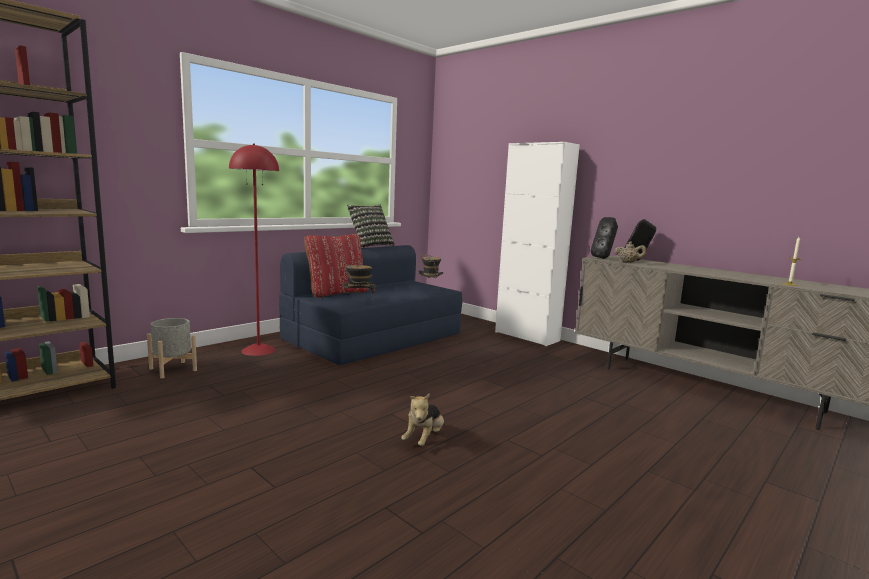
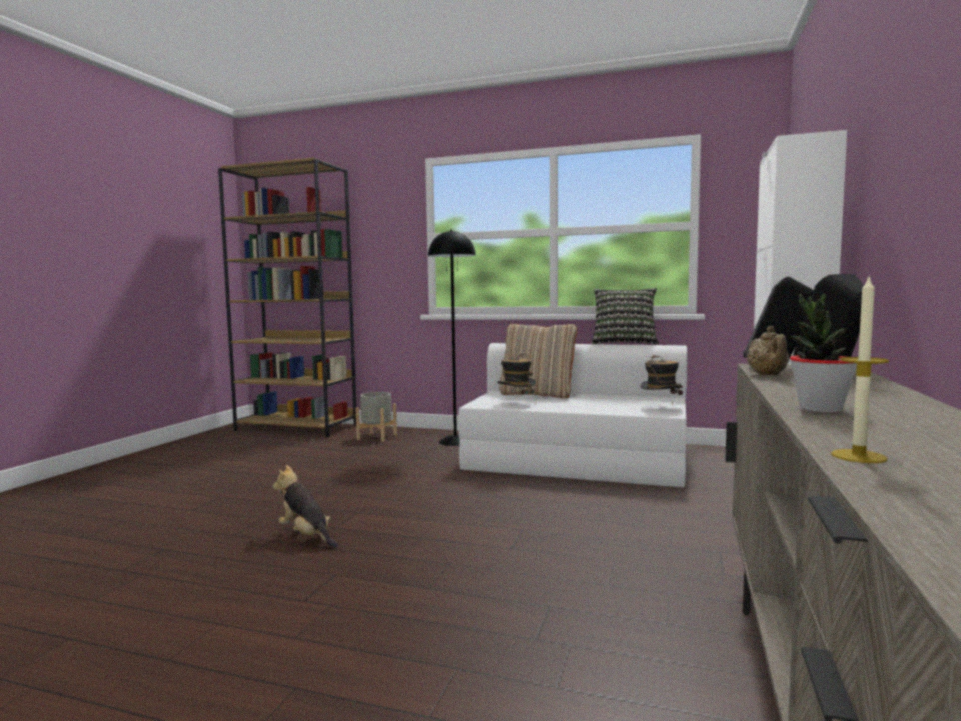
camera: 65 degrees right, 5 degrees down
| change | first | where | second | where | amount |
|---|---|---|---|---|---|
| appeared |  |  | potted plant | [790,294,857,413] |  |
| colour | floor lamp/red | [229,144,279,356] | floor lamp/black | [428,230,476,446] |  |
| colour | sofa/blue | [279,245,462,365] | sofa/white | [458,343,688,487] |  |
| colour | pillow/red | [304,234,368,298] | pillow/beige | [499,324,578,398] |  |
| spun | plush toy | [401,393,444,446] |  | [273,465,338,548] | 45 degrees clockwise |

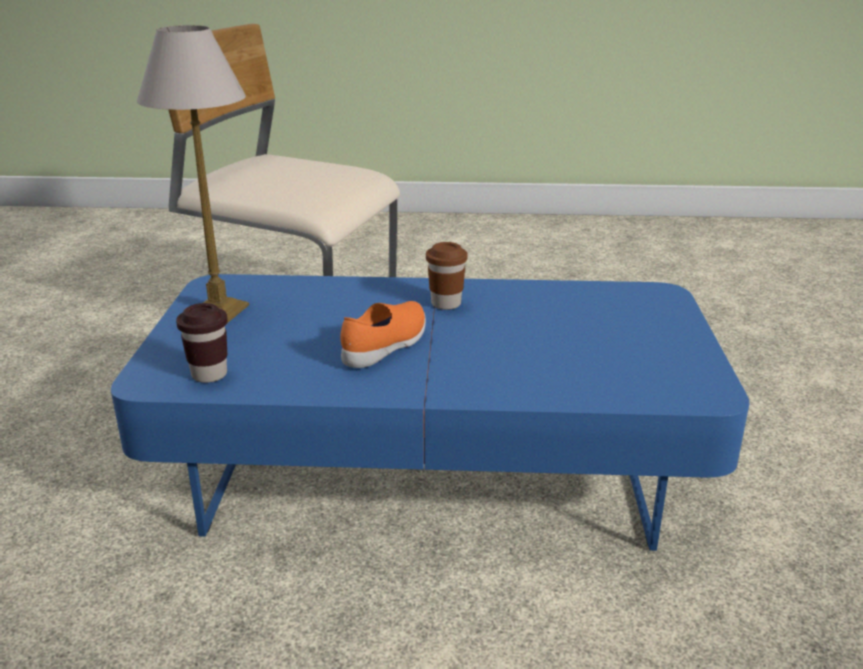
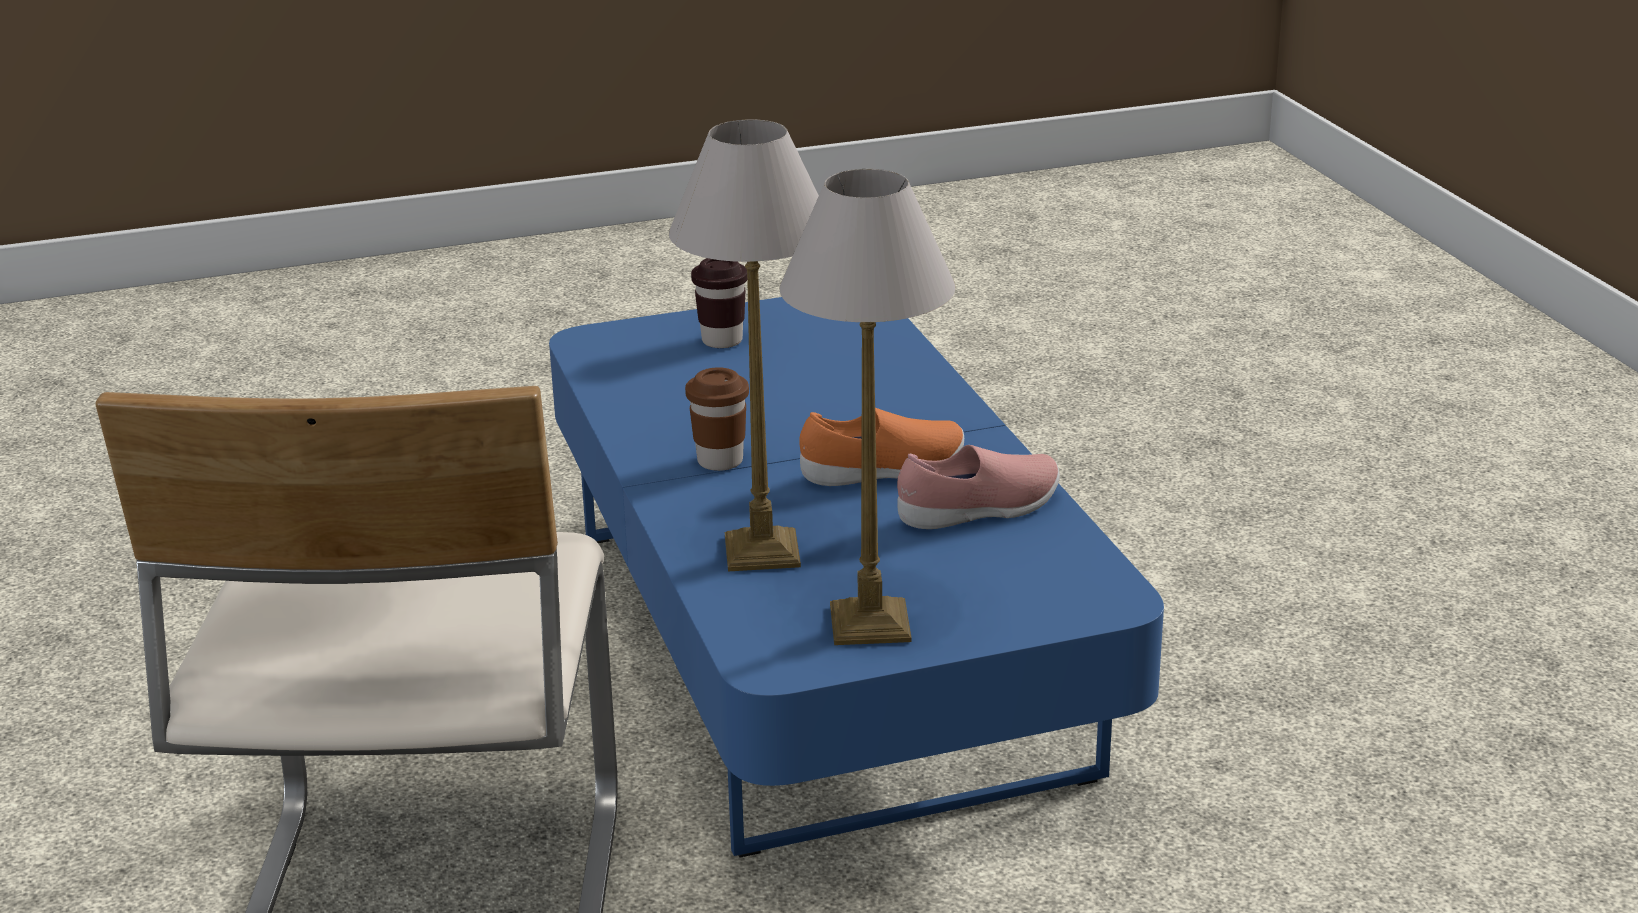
camera: 110 degrees left, 0 degrees up
| change | first | where | second | where | amount |
|---|---|---|---|---|---|
| appeared |  |  | table lamp | [669,119,819,571] |  |
| appeared |  |  | shoe/pink | [897,445,1060,529] |  |
| relocated | cup/brown | [176,303,228,383] |  | [691,258,747,348] |  |
| spun | shoe/orange | [340,301,426,368] |  | [799,408,964,486] | 150 degrees clockwise |

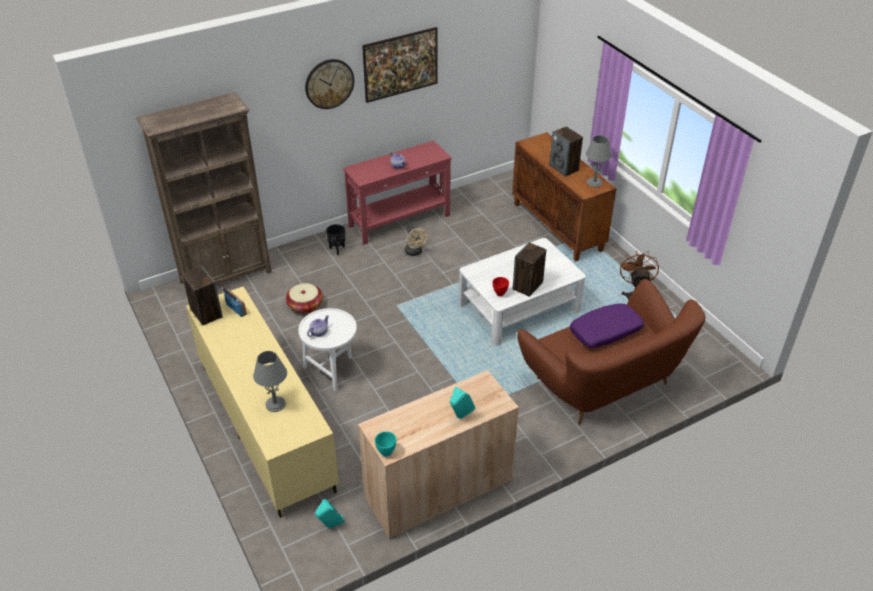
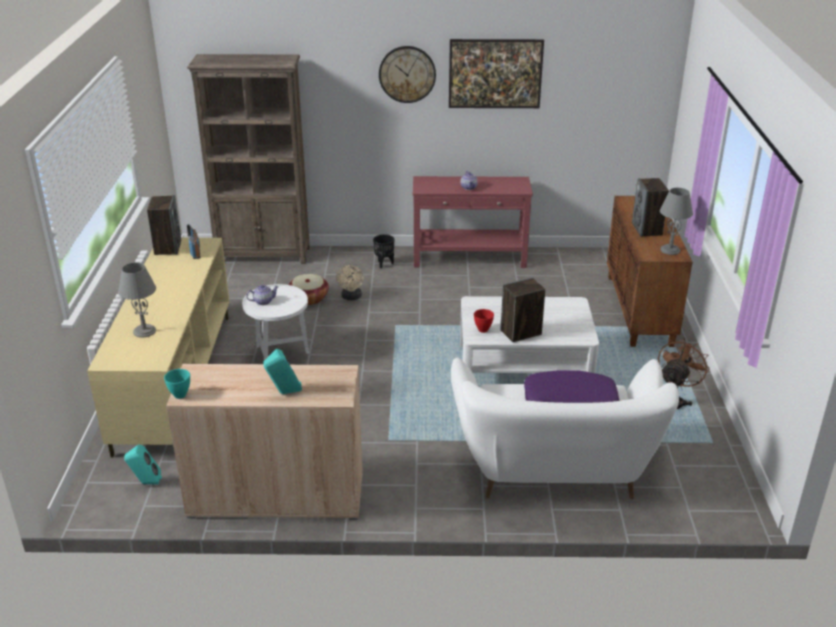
camera: 30 degrees right, 10 degrees down
| change | first | where | second | where | amount |
|---|---|---|---|---|---|
| relocated | fan/beige | [405,227,428,256] |  | [336,265,364,300] |  |
| colour | sofa/brown | [517,279,705,425] | sofa/white | [451,358,679,499] |  |

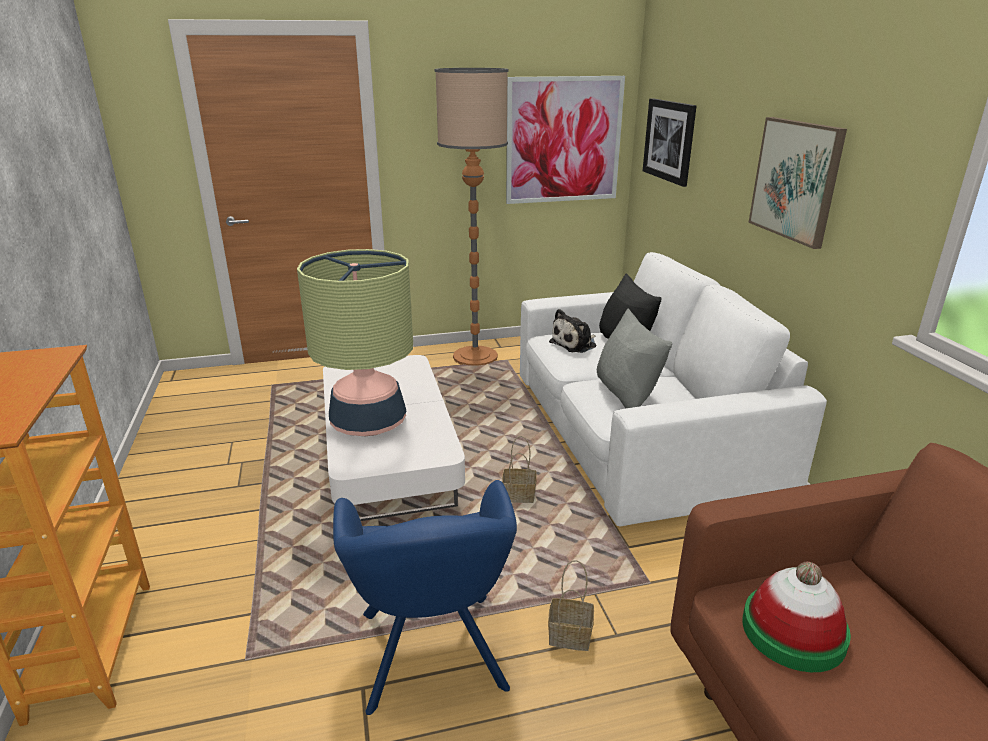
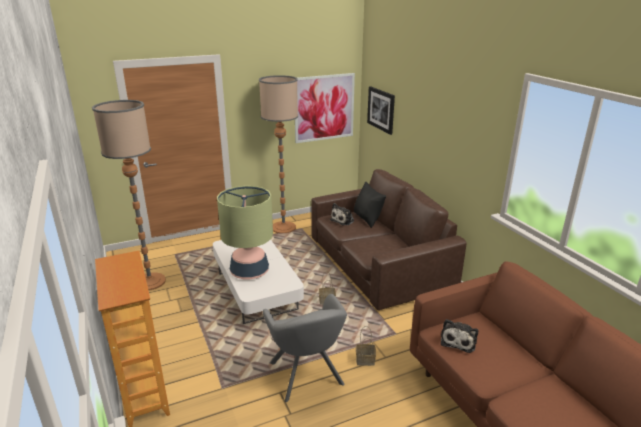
camera: 10 degrees left, 0 degrees up
| change | first | where | second | where | amount |
|---|---|---|---|---|---|
| missing | pillow/grey | [597,309,672,408] |  |  |  |
| missing | picture | [749,117,847,249] |  |  |  |
| appeared |  |  | floor lamp | [92,100,166,291] |  |
| exchanged | hat | [742,562,851,672] | plush toy | [441,319,478,353] |  |
| colour | armchair/blue | [333,480,517,715] | armchair/grey | [263,294,347,402] |  |
| colour | sofa/white | [520,252,827,526] | sofa/brown | [311,169,467,310] |  |

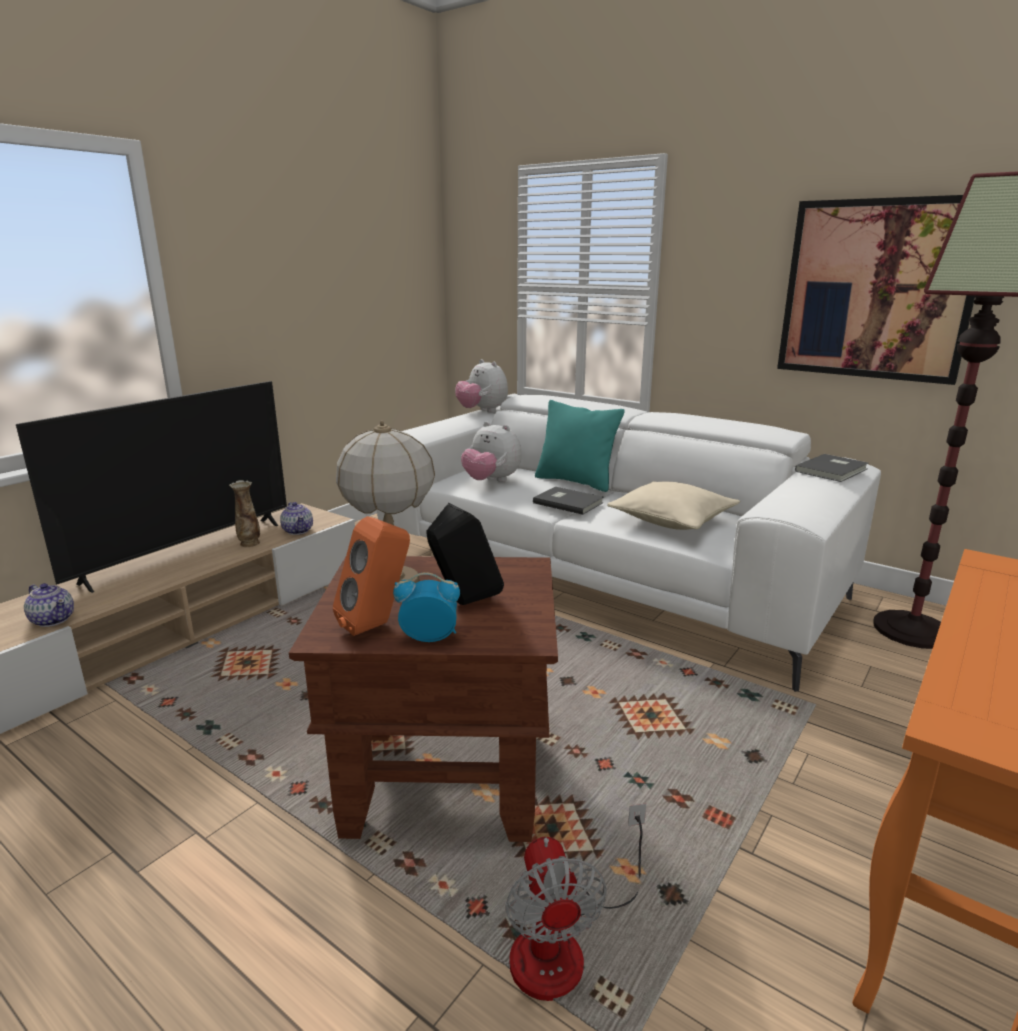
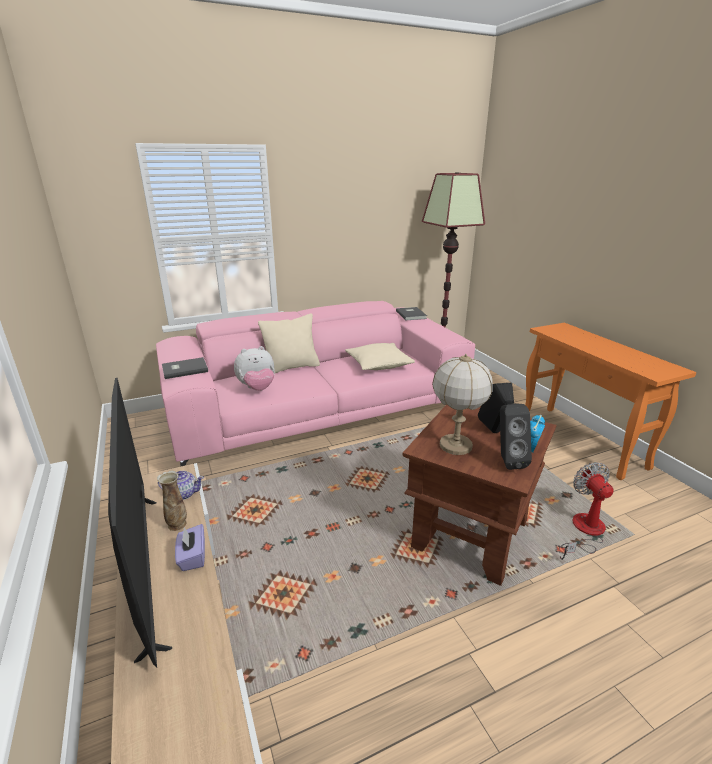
camera: 60 degrees left, 5 degrees up
| change | first | where | second | where | amount |
|---|---|---|---|---|---|
| missing | teapot | [24,583,74,627] |  |  |  |
| missing | plush toy | [455,359,508,412] |  |  |  |
| missing | picture | [777,195,975,385] |  |  |  |
| appeared |  |  | tissue box/purple | [175,524,205,571] |  |
| relocated | book/grey | [533,487,604,515] |  | [162,357,208,379] |  |
| colour | speaker/orange | [333,516,410,636] | speaker/black | [500,404,532,470] |  |
| colour | sofa/white | [377,395,881,692] | sofa/pink | [156,301,475,466] |  |
| colour | pillow/turquoise | [535,400,625,492] | pillow/beige | [258,313,320,373] |  |
| spun | fan | [506,803,646,1001] |  | [559,462,614,560] | 120 degrees counterclockwise |

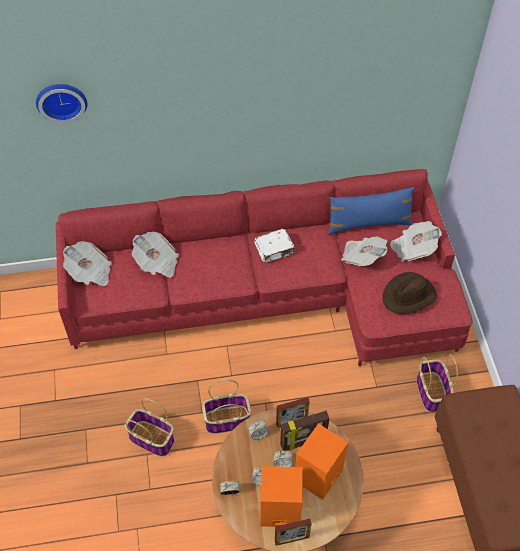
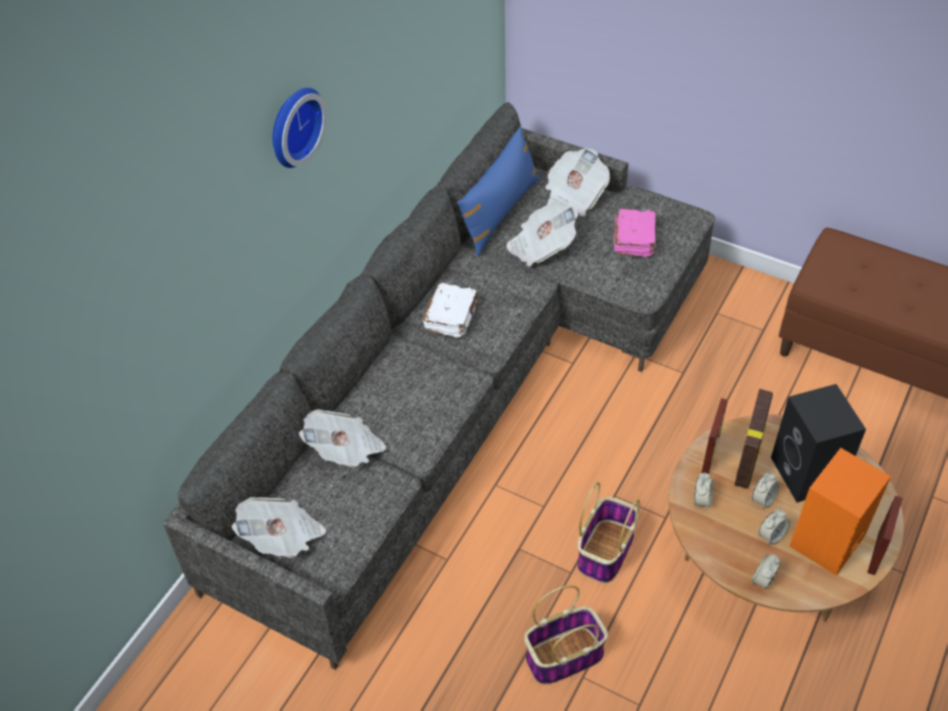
camera: 50 degrees left, 5 degrees down
| change | first | where | second | where | amount |
|---|---|---|---|---|---|
| missing | basket | [417,354,458,412] |  |  |  |
| relocated | wall clock | [36,84,87,123] |  | [273,88,327,168] |  |
| exchanged | hat/brown | [382,272,437,314] | book/pink | [614,209,656,257] |  |
| colour | sofa/red | [56,169,473,366] | sofa/grey | [163,102,715,670] |  |
| colour | speaker/orange | [295,423,348,500] | speaker/black | [771,384,866,502] |  |

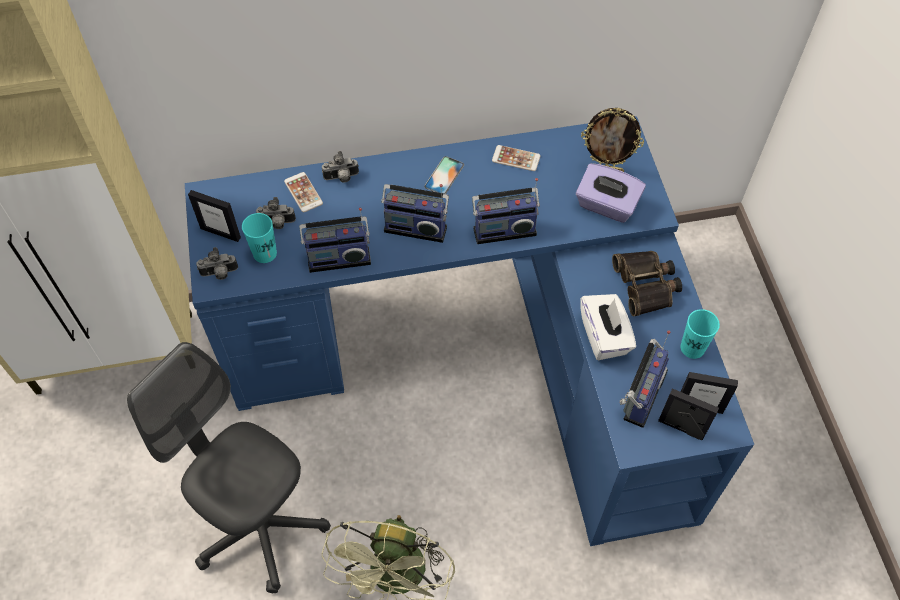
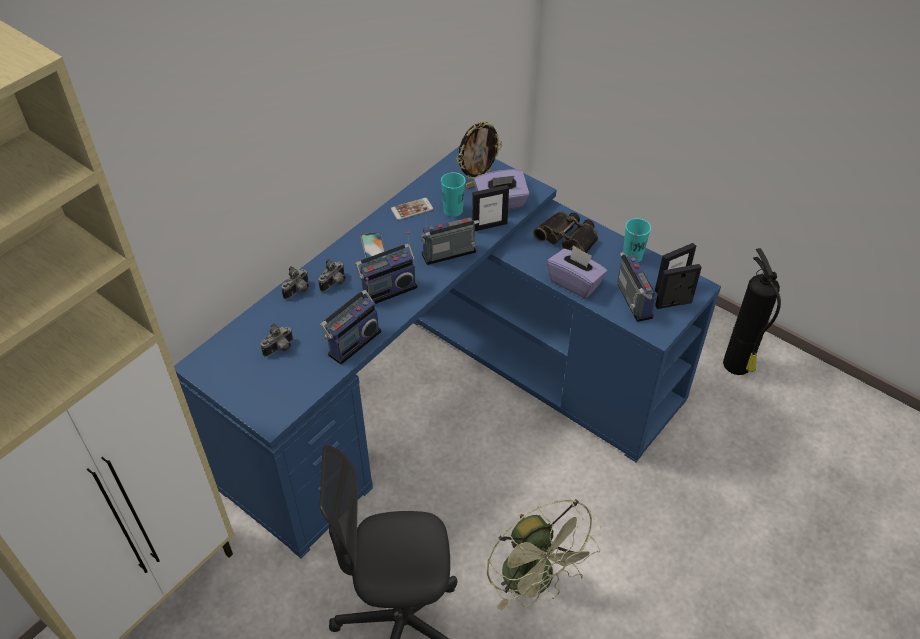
camera: 40 degrees left, 10 degrees down
| change | first | where | second | where | amount |
|---|---|---|---|---|---|
| missing | phone | [284,172,323,212] |  |  |  |
| appeared |  |  | fire extinguisher | [723,248,781,375] |  |
| relocated | picture frame | [188,190,241,242] |  | [472,185,509,231] |  |
| relocated | photo camera | [196,247,238,280] |  | [318,259,346,292] |  |
| relocated | cup/turquoise | [242,213,277,263] |  | [441,172,465,217] |  |
| colour | tissue box/white | [580,294,636,360] | tissue box/purple | [547,245,607,299] |  |
| spun | radio | [472,178,540,244] |  | [421,207,479,265] | 150 degrees counterclockwise |

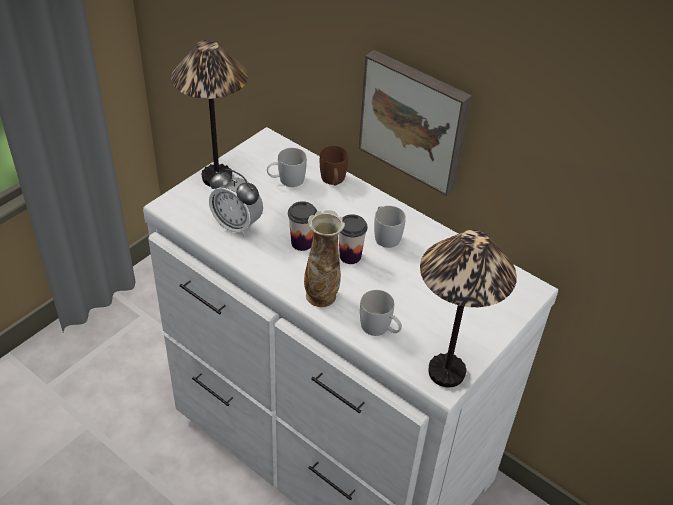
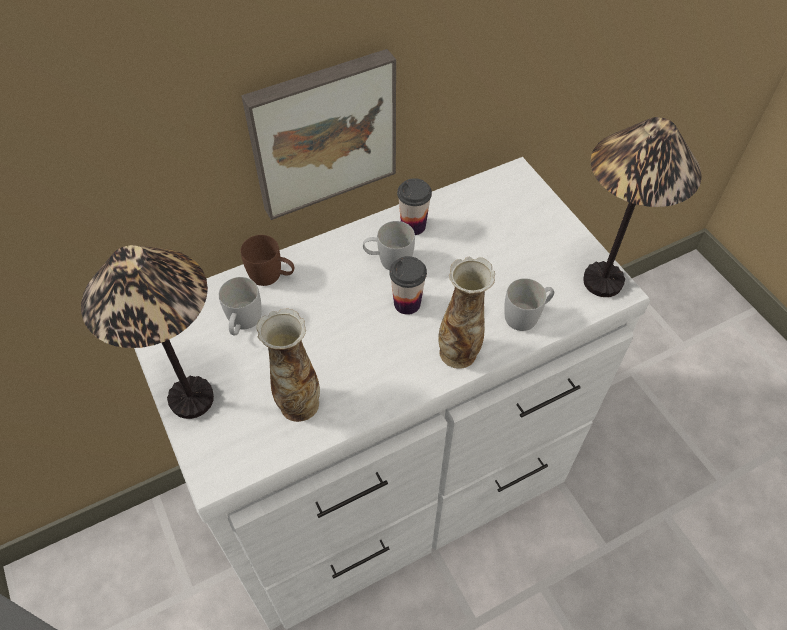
camera: 65 degrees left, 10 degrees up
| change | first | where | second | where | amount |
|---|---|---|---|---|---|
| relocated | cup | [288,201,317,251] |  | [397,178,432,235] |  |
| exchanged | alarm clock | [209,169,263,236] | vase | [256,308,320,422] |  |

